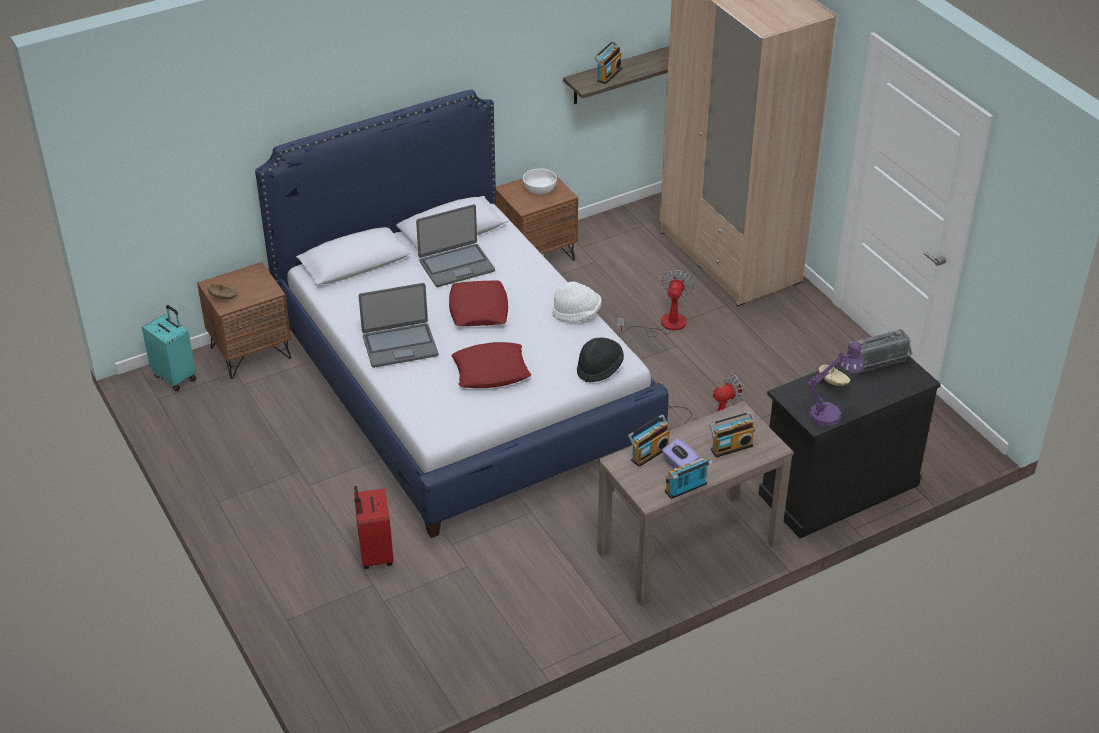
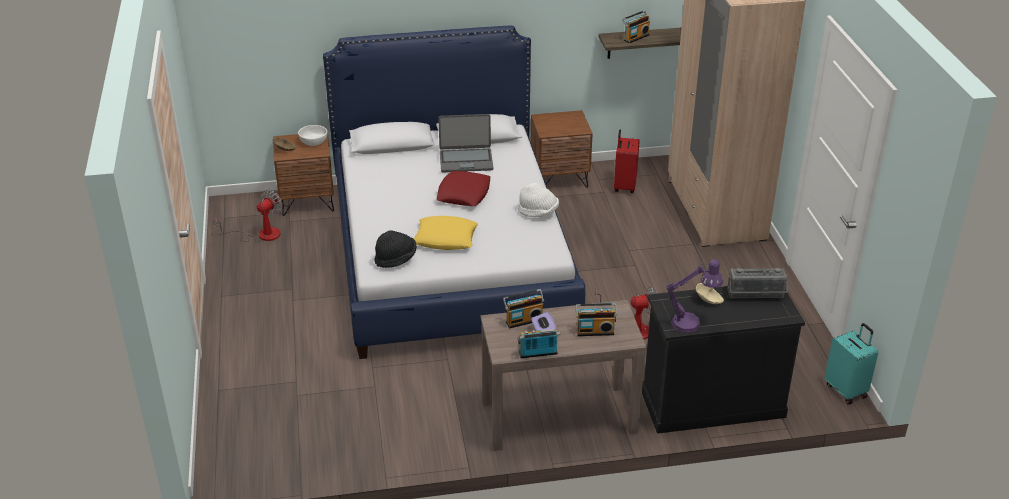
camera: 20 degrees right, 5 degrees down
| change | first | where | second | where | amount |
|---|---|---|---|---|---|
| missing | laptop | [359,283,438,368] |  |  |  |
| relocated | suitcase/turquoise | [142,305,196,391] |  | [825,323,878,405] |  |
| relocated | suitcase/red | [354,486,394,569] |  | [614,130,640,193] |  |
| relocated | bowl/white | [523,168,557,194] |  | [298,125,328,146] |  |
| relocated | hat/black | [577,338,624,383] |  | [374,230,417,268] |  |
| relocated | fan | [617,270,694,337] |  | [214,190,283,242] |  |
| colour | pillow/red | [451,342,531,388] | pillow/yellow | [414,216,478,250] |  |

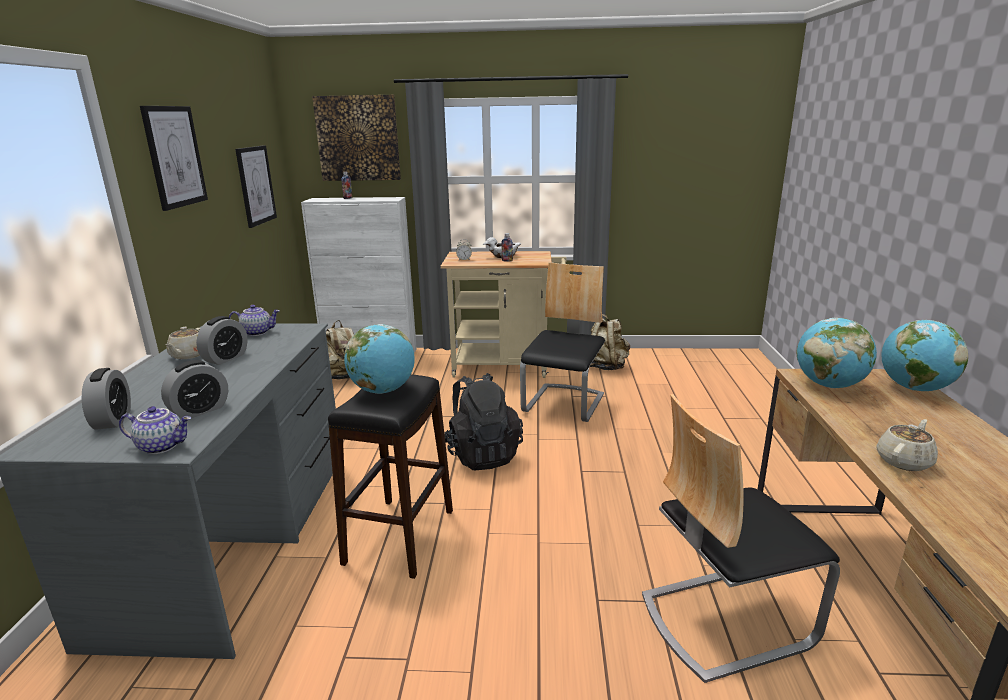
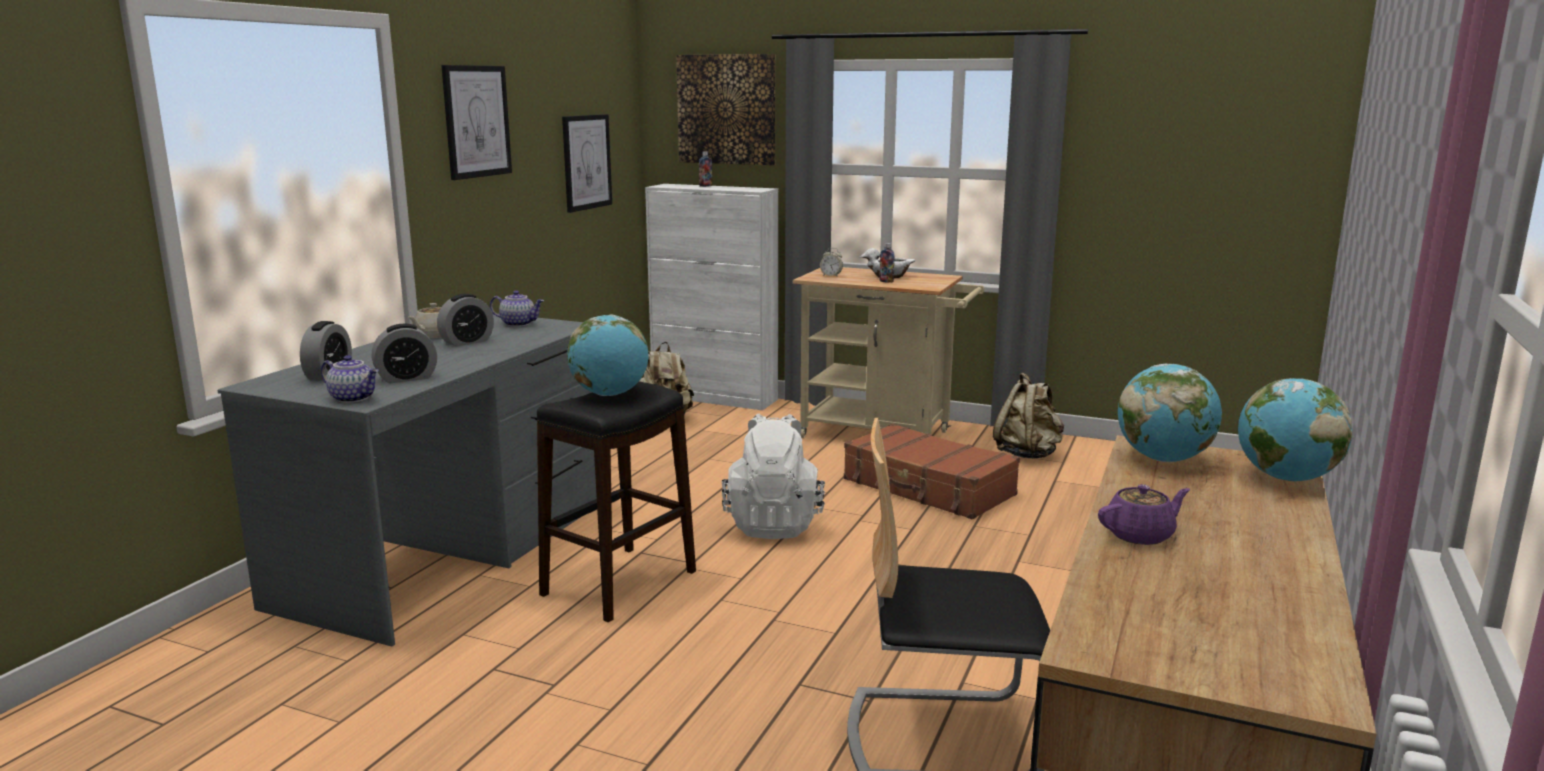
camera: 20 degrees right, 5 degrees down
| change | first | where | second | where | amount |
|---|---|---|---|---|---|
| exchanged | chair | [520,262,605,422] | suitcase/brown | [844,423,1020,519] |  |
| colour | backpack/black | [445,373,523,470] | backpack/white | [721,414,825,539] |  |
| colour | teapot/beige | [876,419,938,471] | teapot/purple | [1098,484,1190,545] |  |

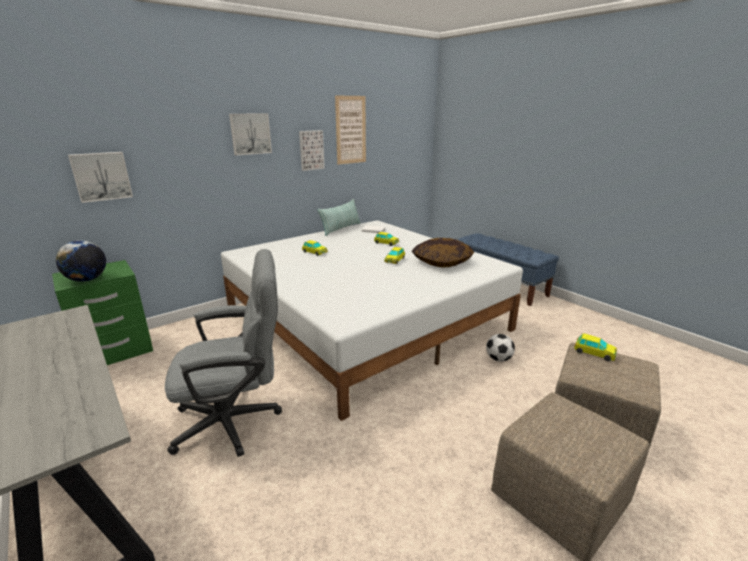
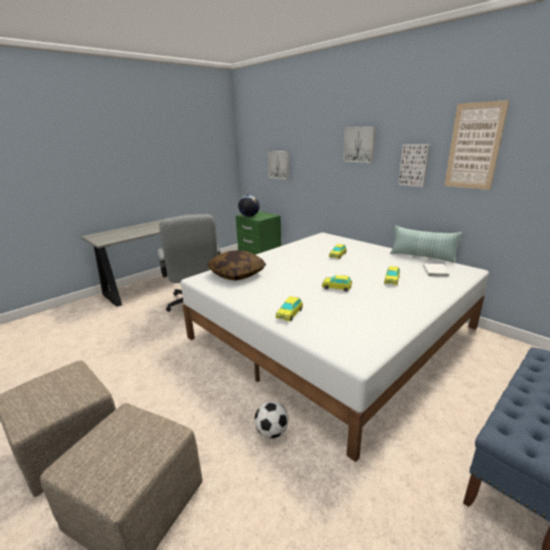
camera: 85 degrees right, 0 degrees up
| change | first | where | second | where | amount |
|---|---|---|---|---|---|
| relocated | pillow | [412,238,474,267] |  | [207,250,266,280] |  |
| relocated | toy car | [574,333,617,361] |  | [276,296,303,321] |  |

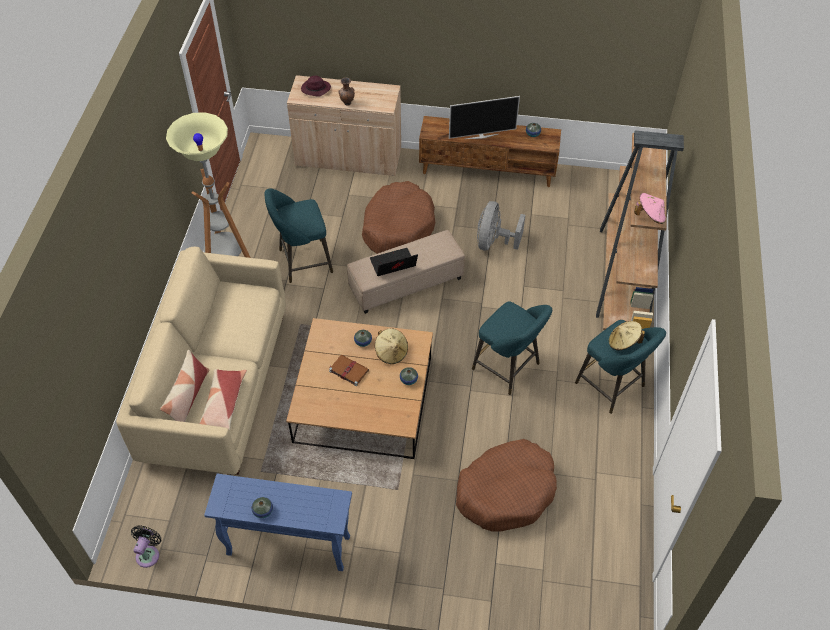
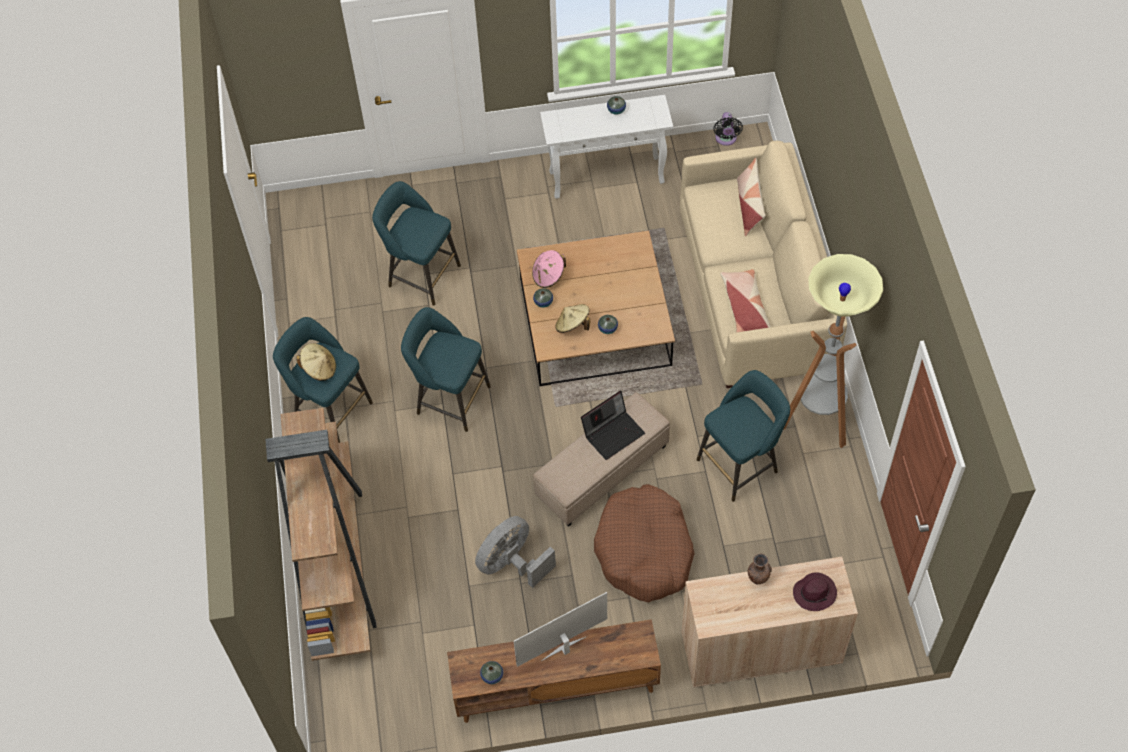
camera: 165 degrees right, 5 degrees up
| change | first | where | second | where | amount |
|---|---|---|---|---|---|
| missing | book/brown | [329,354,369,386] |  |  |  |
| relocated | pillow | [199,369,247,430] |  | [720,269,771,333] |  |
| relocated | hat/pink | [634,193,666,224] |  | [532,250,566,288] |  |
| exchanged | dog bed/brown | [456,439,557,531] | stool/turquoise | [372,181,461,306] |  |
| colour | console table/blue | [204,474,352,571] | console table/white | [540,95,673,199] |  |
| spun | fan/grey | [477,201,525,251] |  | [475,516,556,588] | 135 degrees counterclockwise |

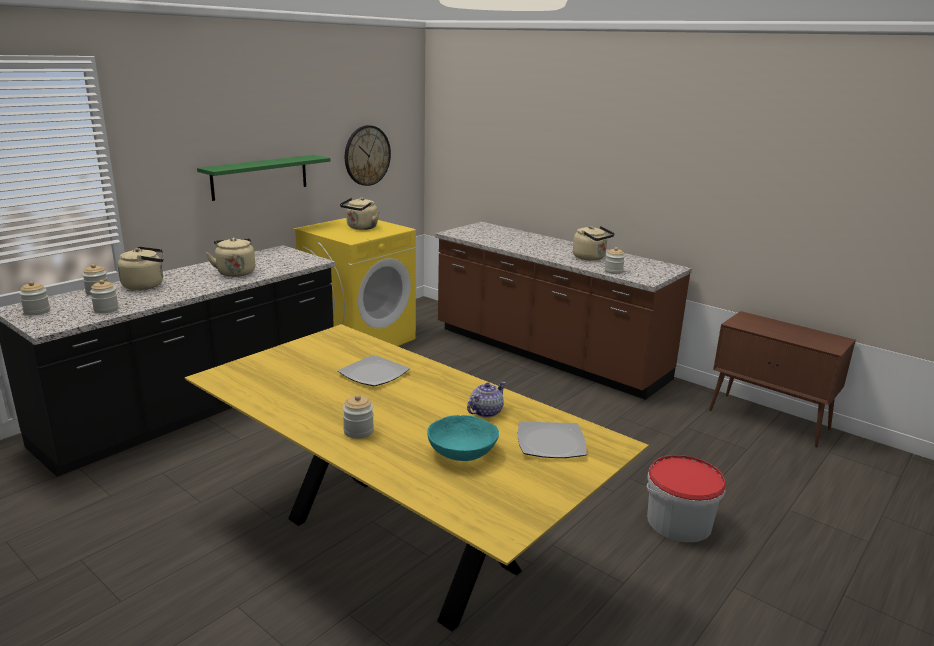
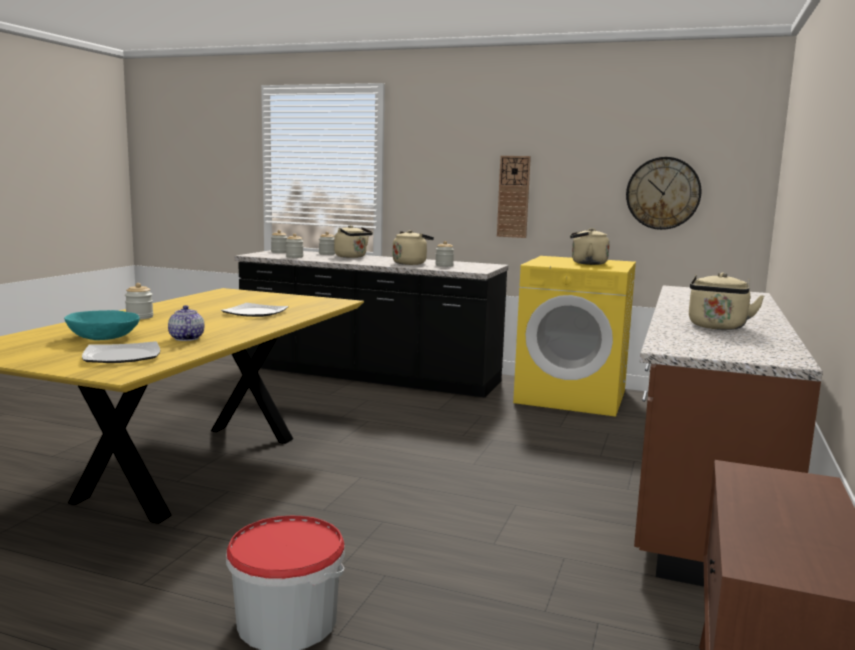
camera: 70 degrees right, 10 degrees down
| change | first | where | second | where | amount |
|---|---|---|---|---|---|
| relocated | jar | [605,247,625,274] |  | [435,241,454,267] |  |
| exchanged | shelf/green | [197,155,330,201] | wall clock | [497,156,531,238] |  |
| spun | teapot | [467,381,506,418] |  | [168,305,204,341] | 135 degrees counterclockwise |

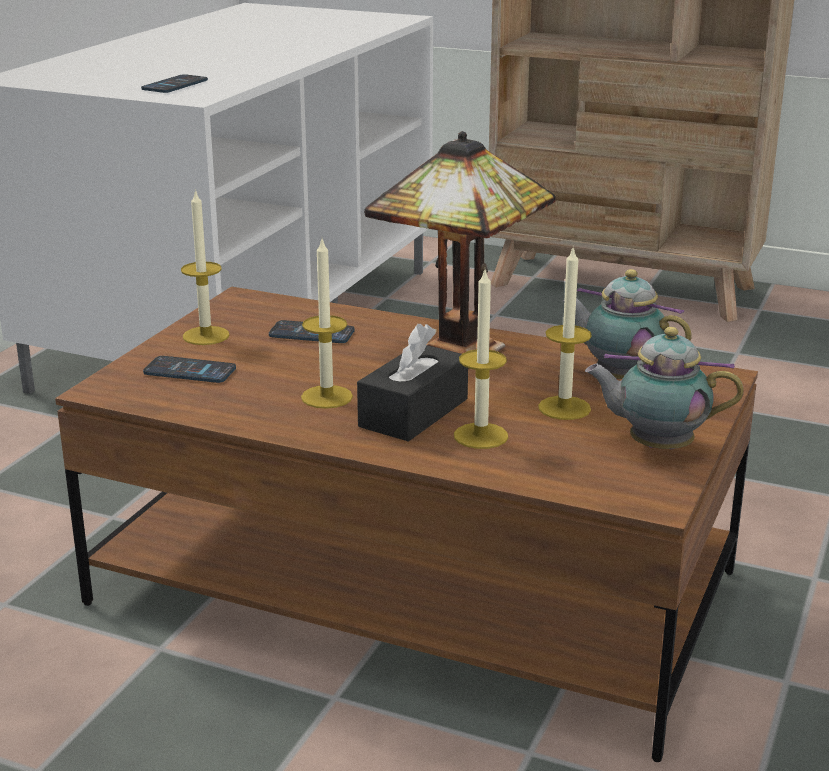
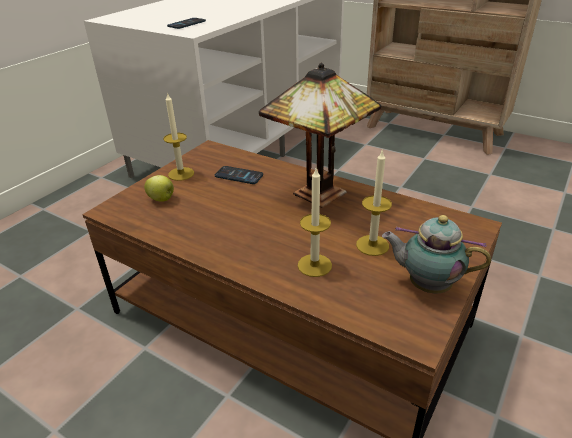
camera: 10 degrees right, 10 degrees up
| change | first | where | second | where | amount |
|---|---|---|---|---|---|
| missing | candle | [301,240,353,409] |  |  |  |
| missing | tissue box/black | [357,324,468,442] |  |  |  |
| missing | teapot | [562,269,692,379] |  |  |  |
| exchanged | phone | [143,356,236,383] | apple | [144,175,174,202] |  |

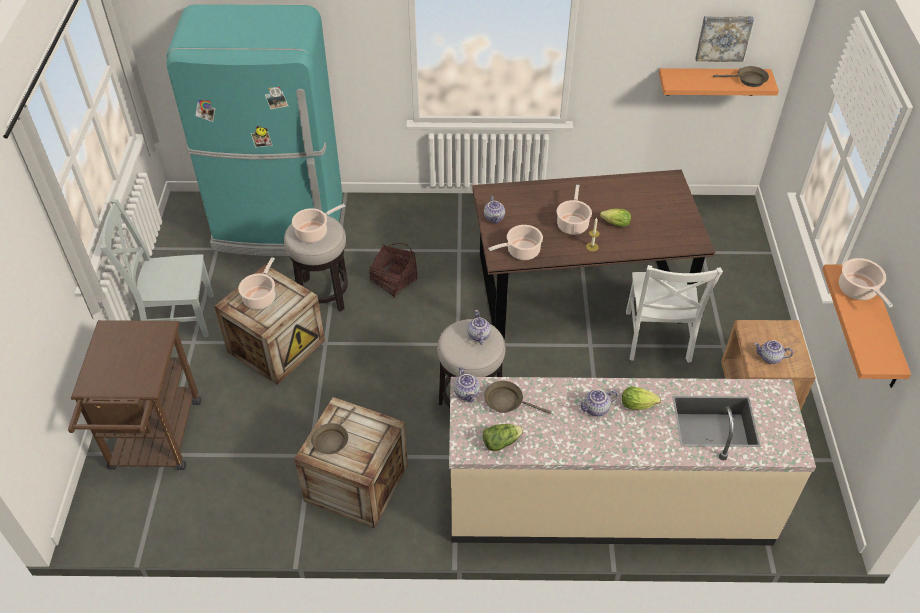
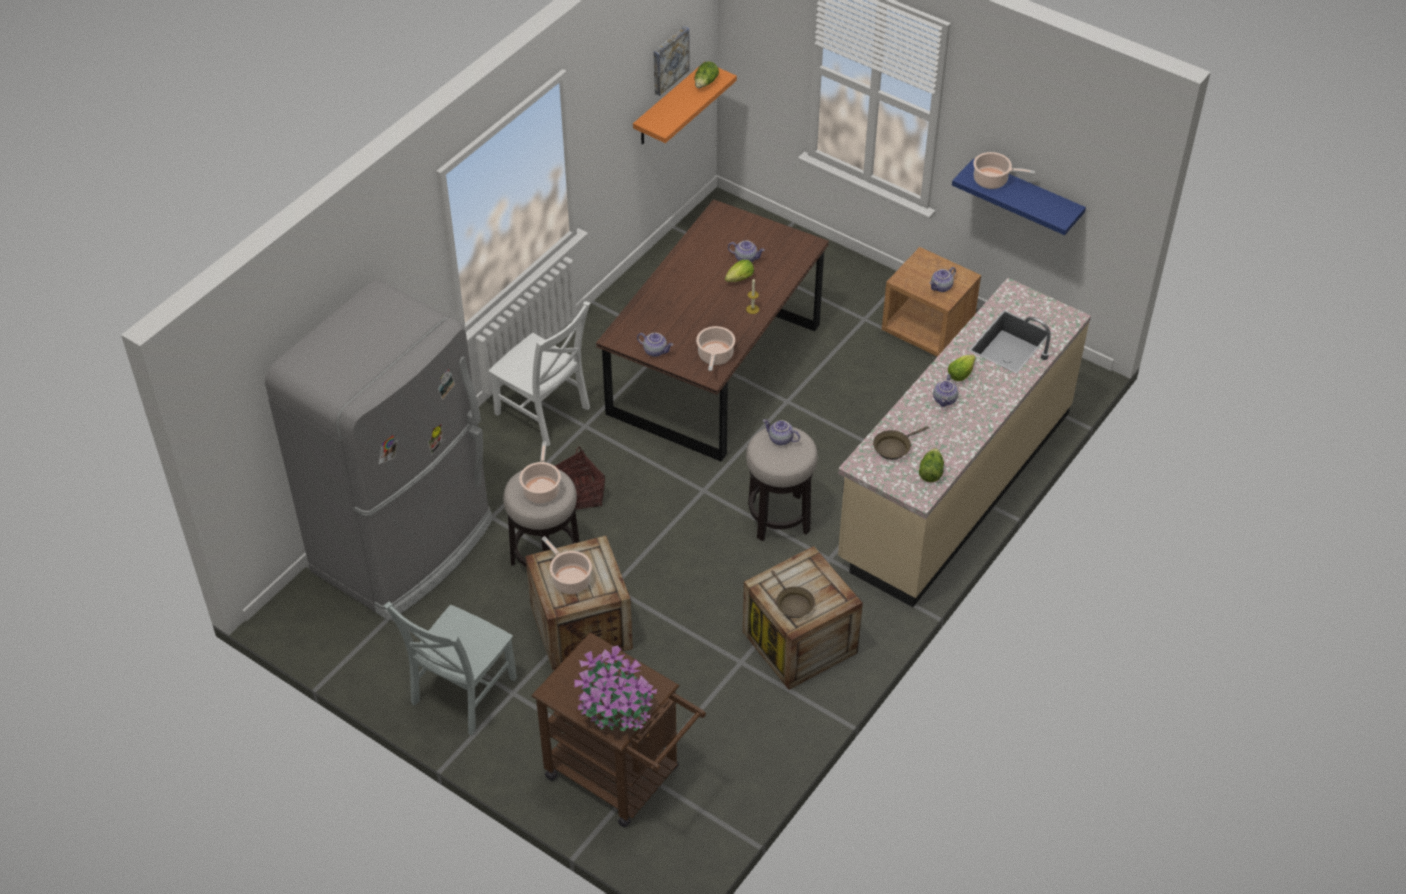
camera: 55 degrees left, 0 degrees up
| change | first | where | second | where | amount |
|---|---|---|---|---|---|
| missing | cooking pot | [557,185,592,235] |  |  |  |
| appeared |  |  | potted plant | [574,645,657,731] |  |
| relocated | teapot | [454,367,480,402] |  | [728,241,765,262] |  |
| relocated | chair/white | [626,265,723,363] |  | [488,301,590,446] |  |
| exchanged | frying pan/brown | [713,66,769,87] | lettuce | [695,61,719,88] |  |
| colour | fridge/turquoise | [167,4,343,256] | fridge/grey | [265,280,492,621] |  |
| colour | shelf/orange | [822,265,911,388] | shelf/blue | [952,159,1086,235] |  |

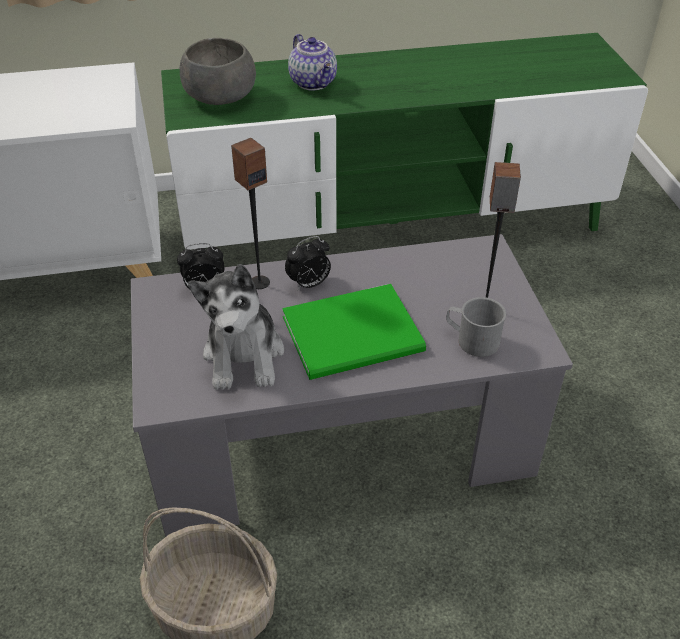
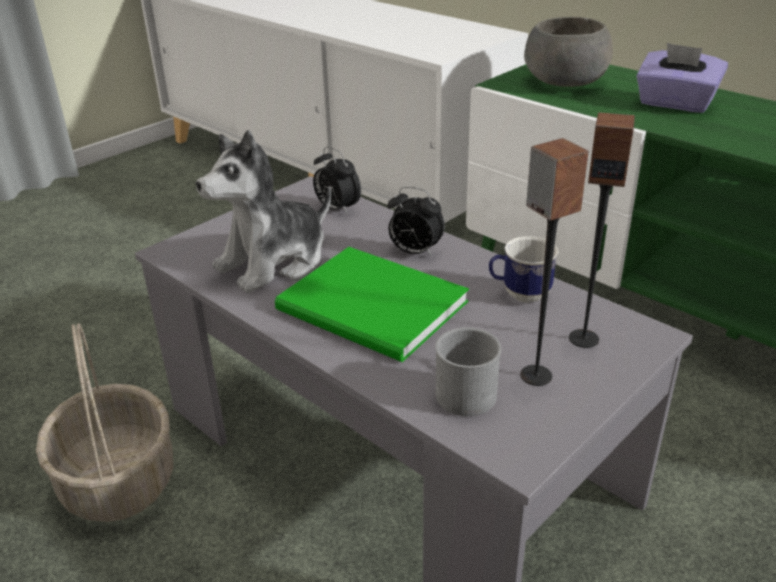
camera: 55 degrees right, 10 degrees down
| change | first | where | second | where | amount |
|---|---|---|---|---|---|
| appeared |  |  | mug | [489,236,559,303] |  |
| relocated | speaker | [231,138,270,289] |  | [569,112,635,348] |  |
| exchanged | teapot | [288,34,337,91] | tissue box/purple | [636,43,728,113] |  |

